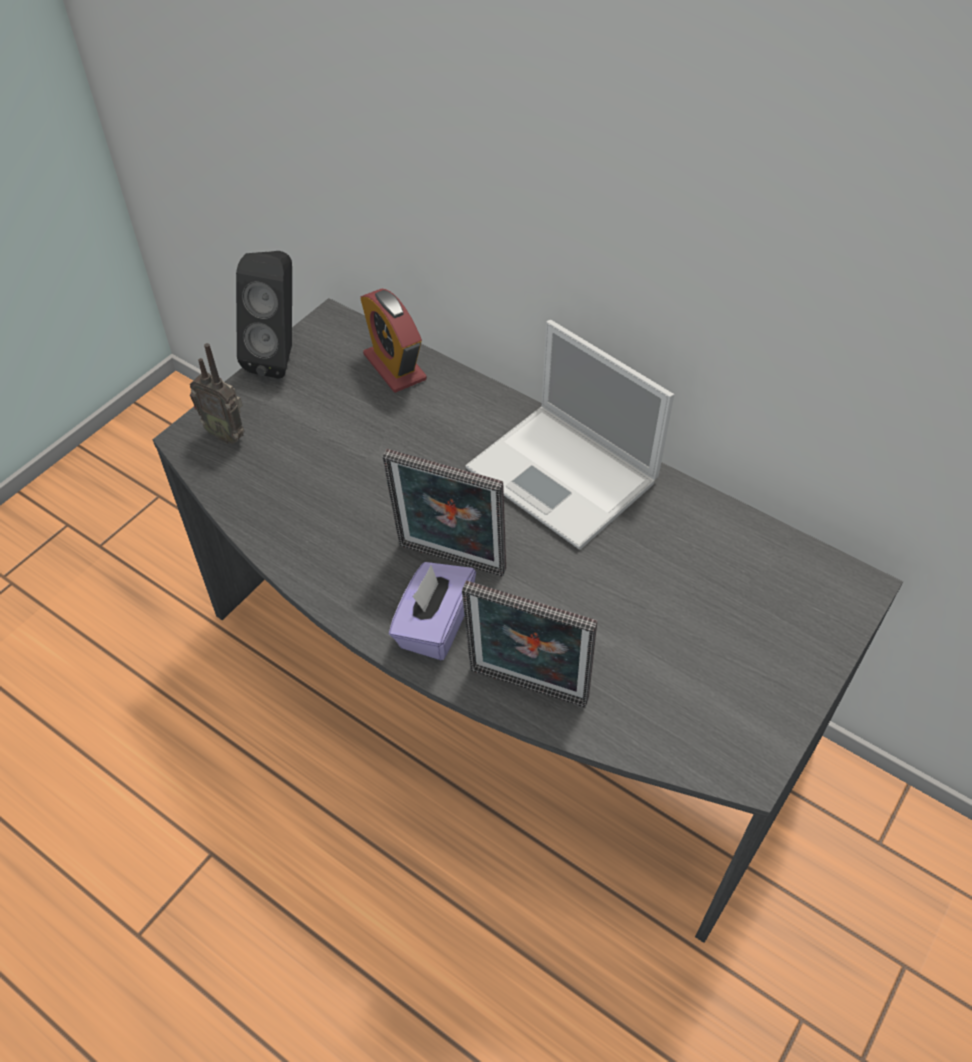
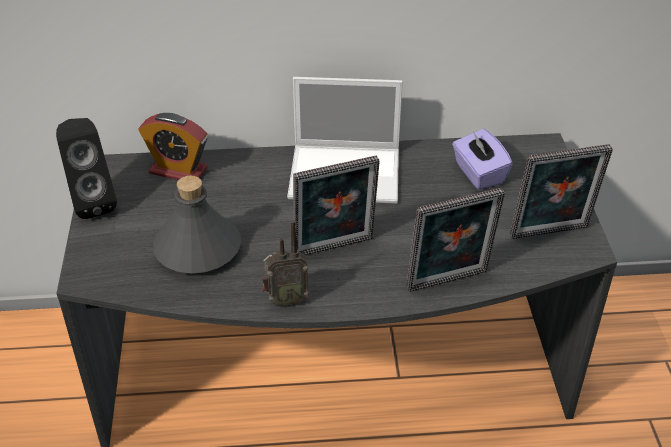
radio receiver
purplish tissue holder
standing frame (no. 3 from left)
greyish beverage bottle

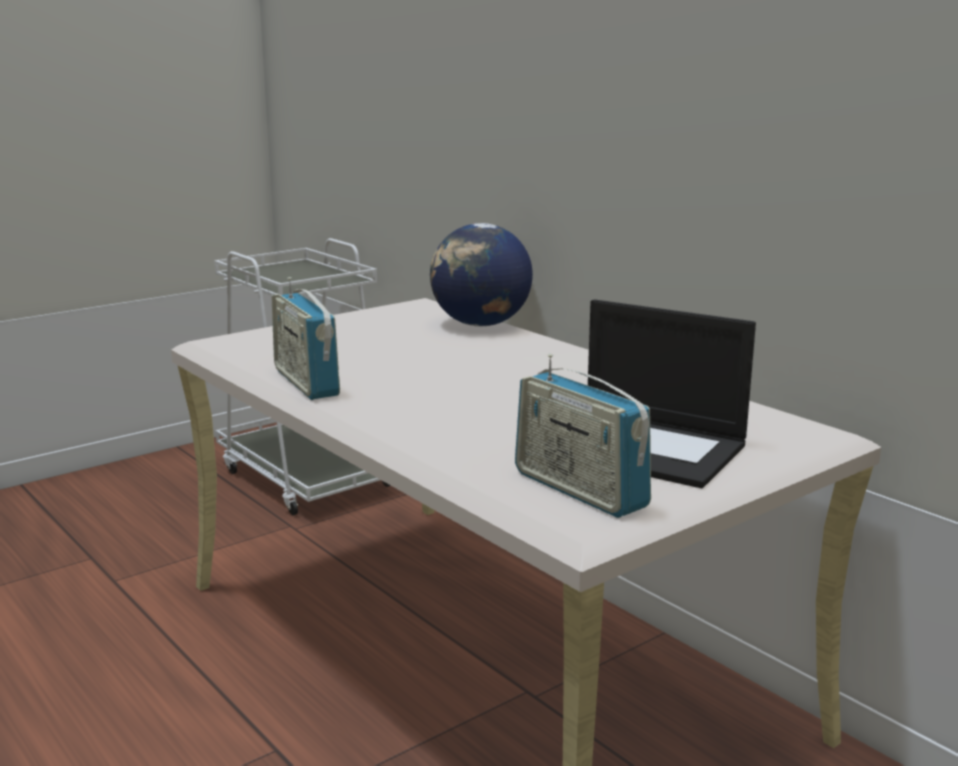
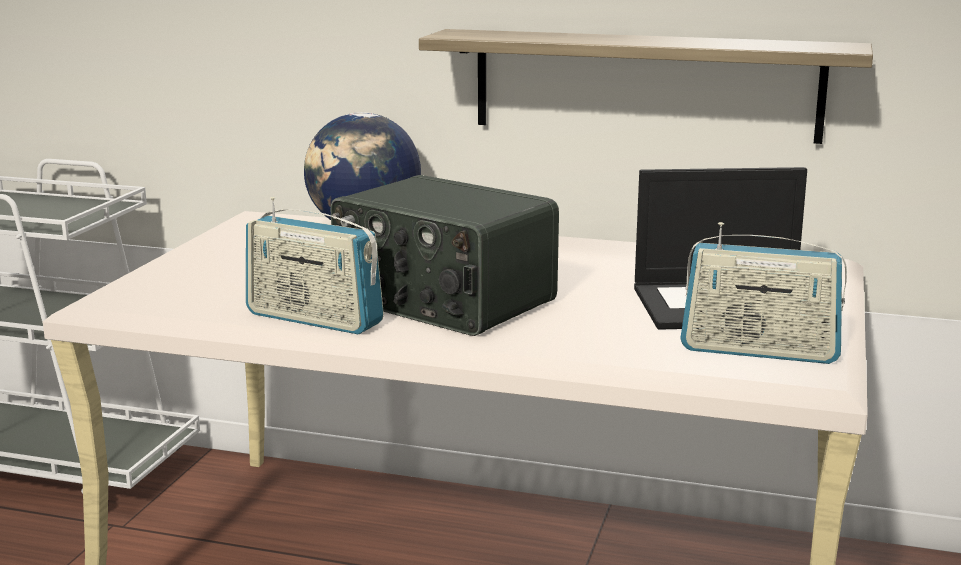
wall shelf
radio receiver (no. 2 from left)

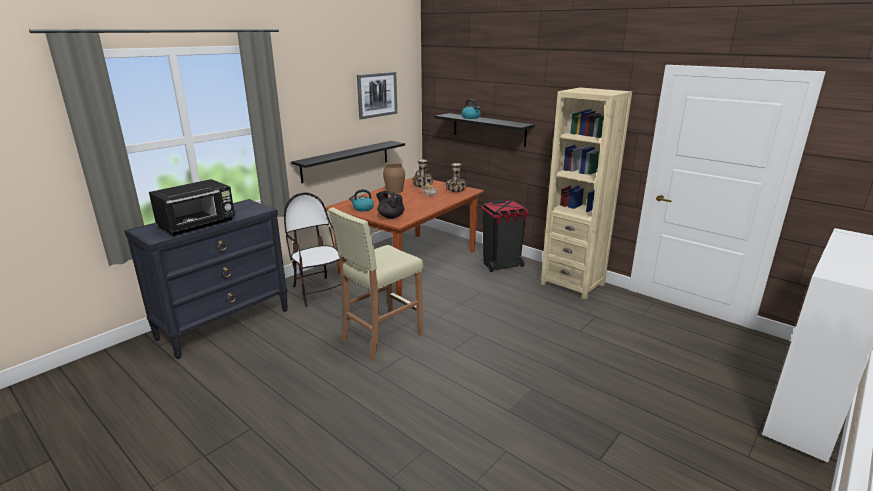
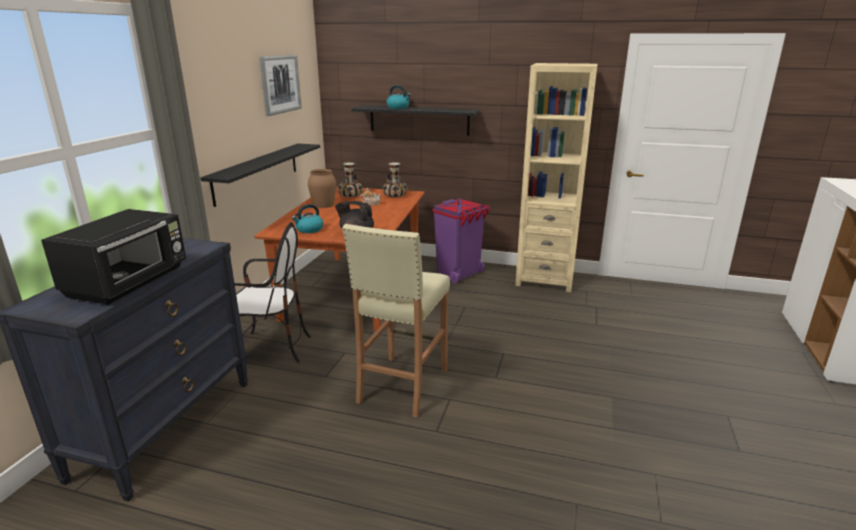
plain chair
purplish waste bin

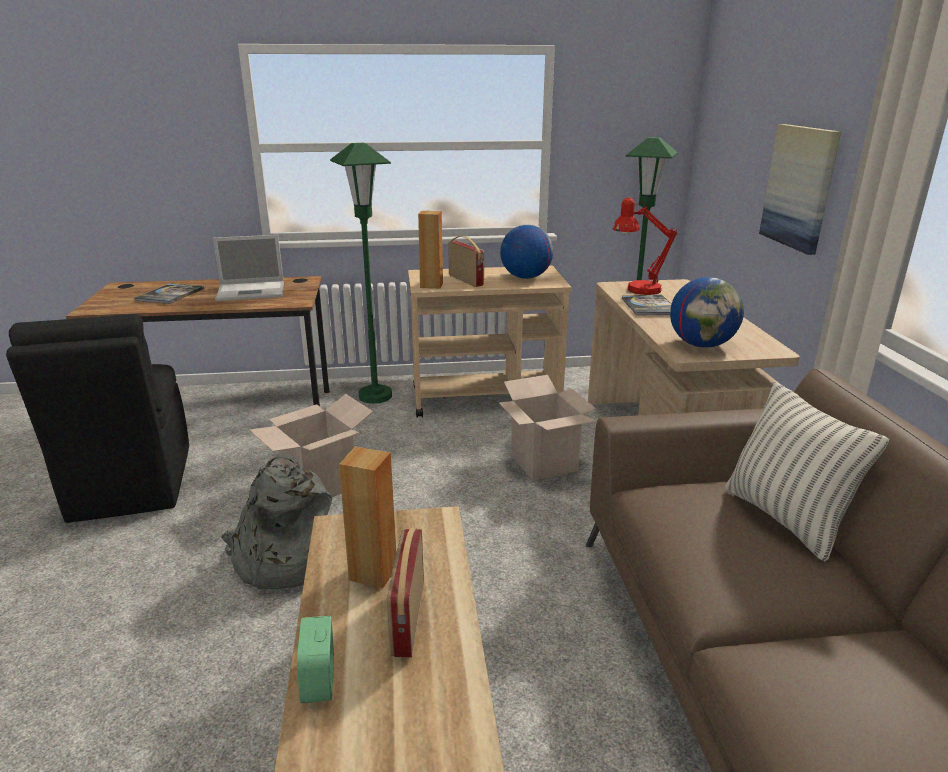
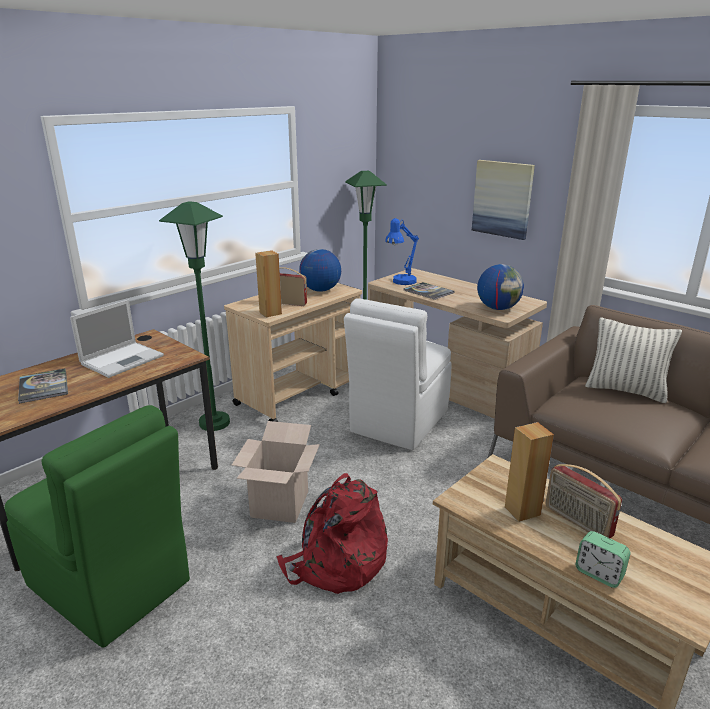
blue lamp for a table
greenish plain chair
whitish plain chair
red rucksack

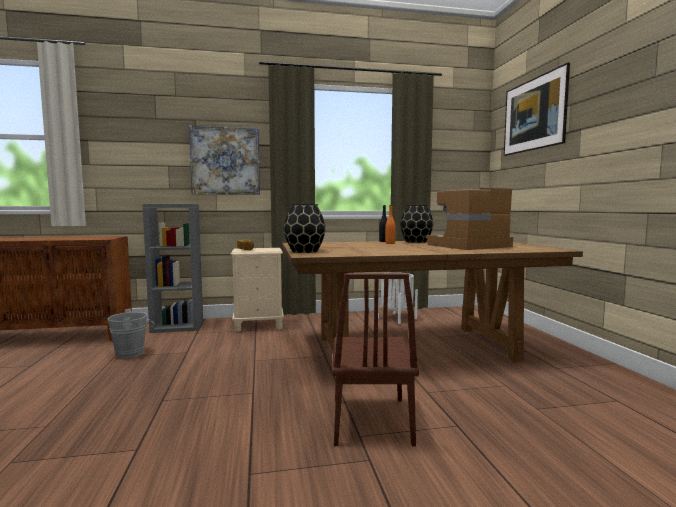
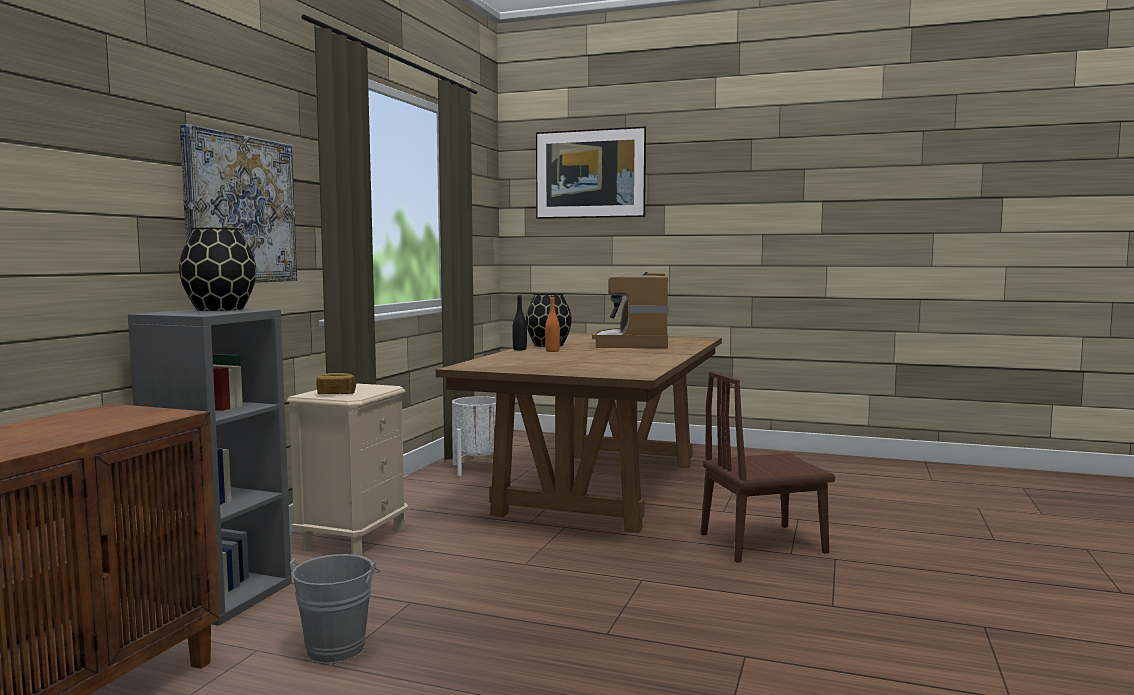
blackish flower vase (no. 1 from left)
brown-coloured plain chair

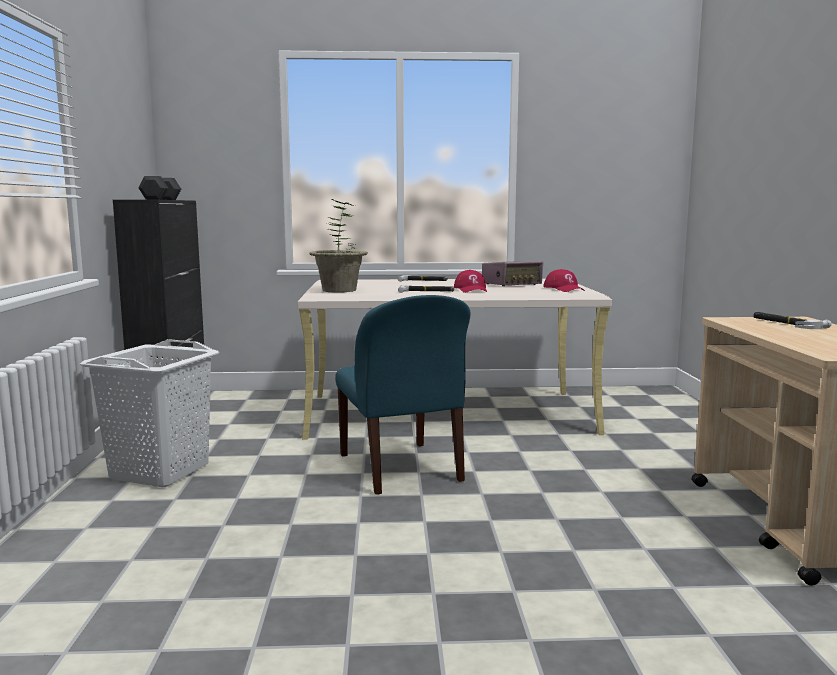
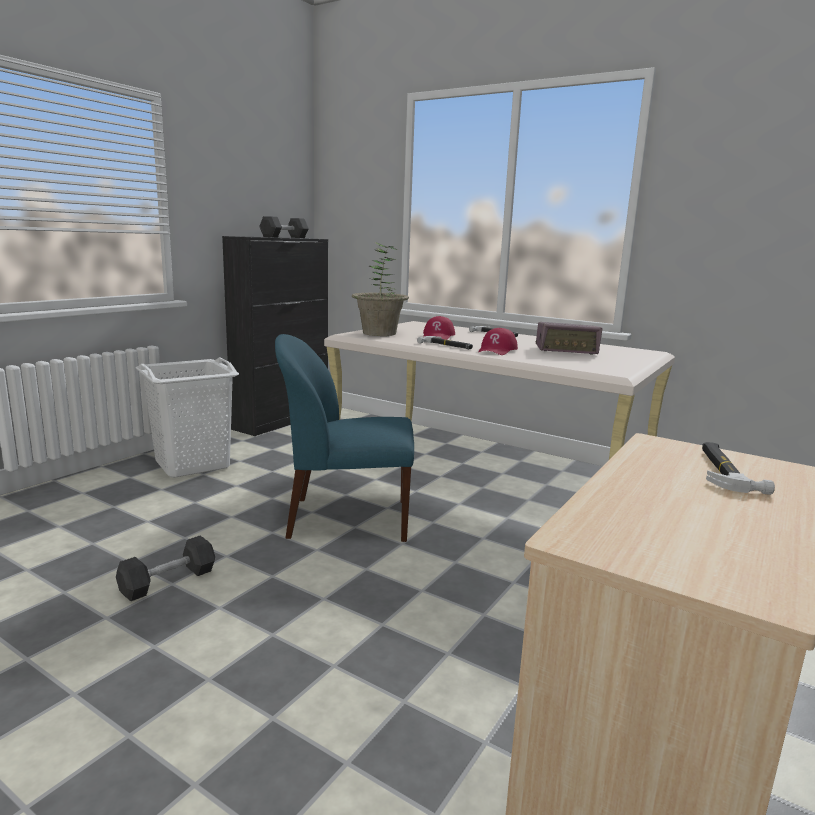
red peaked cap (no. 1 from left)
blue plain chair
blackish dumbbell (no. 1 from left)

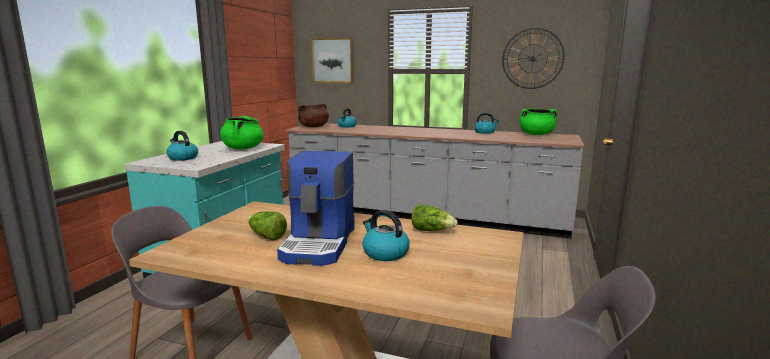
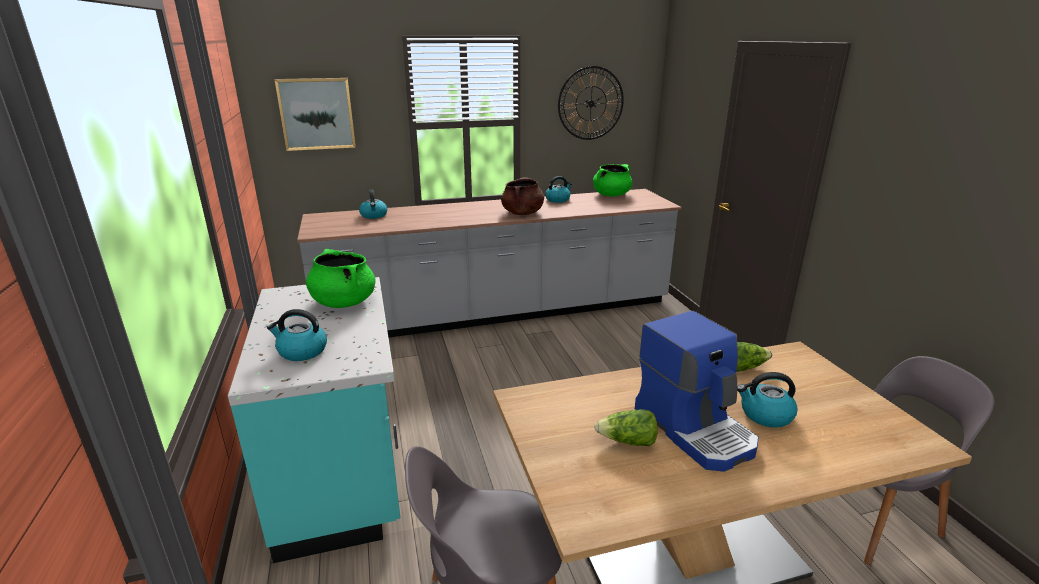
brown-coloured stockpot

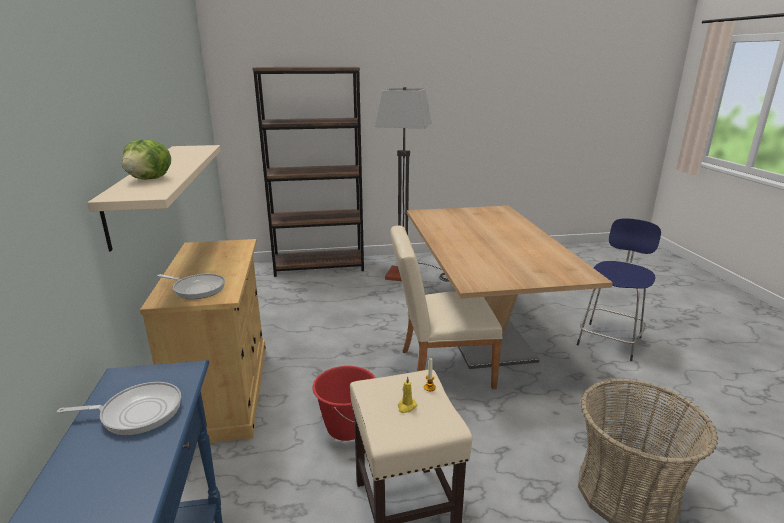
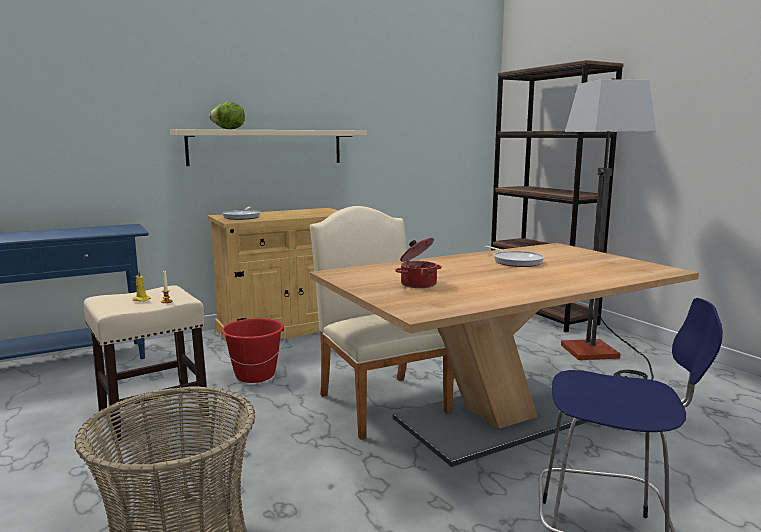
pan (no. 2 from left)
stockpot

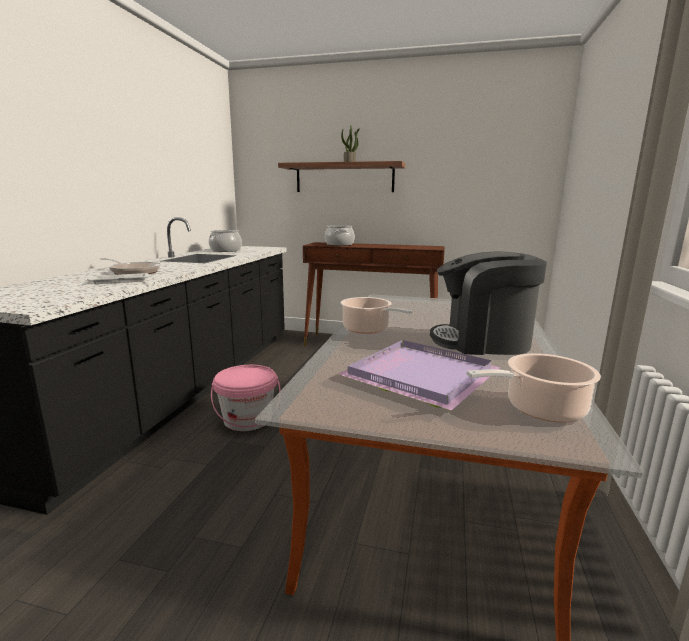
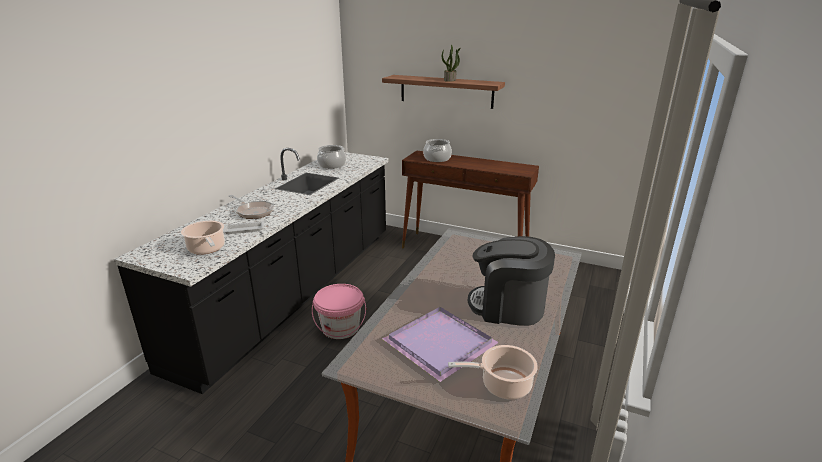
stockpot (no. 1 from left)

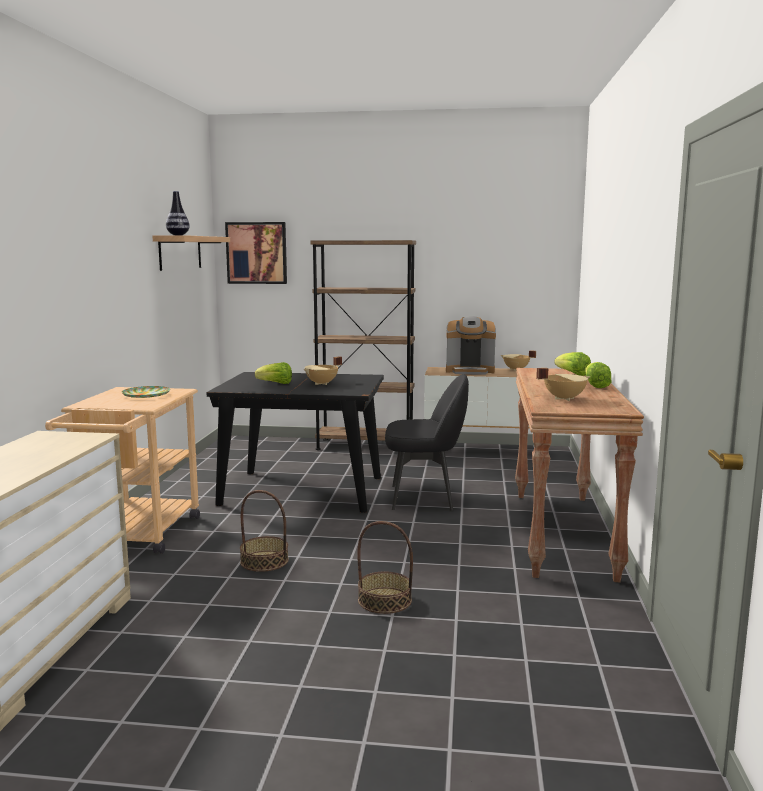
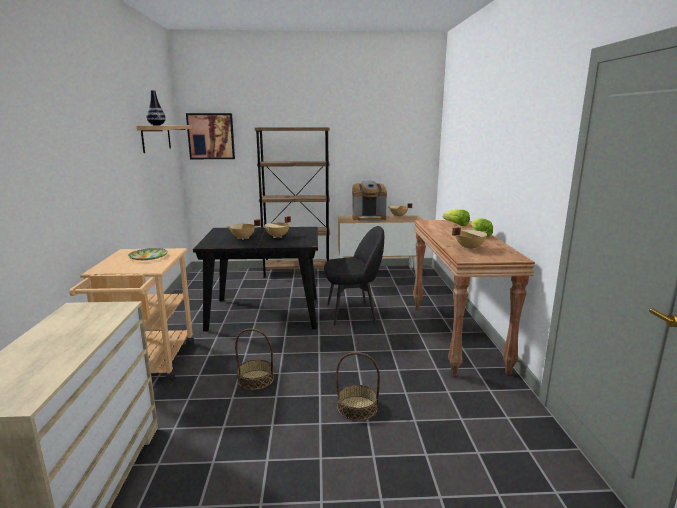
sand-coloured stockpot (no. 1 from left)

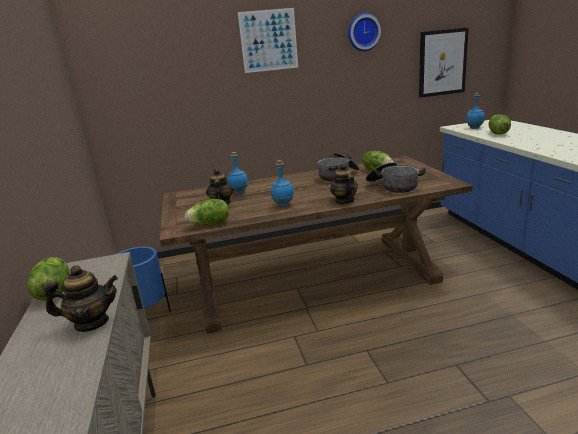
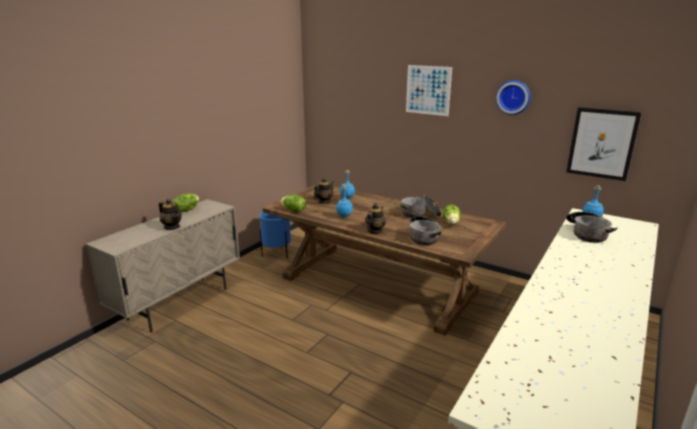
stockpot (no. 3 from left)

